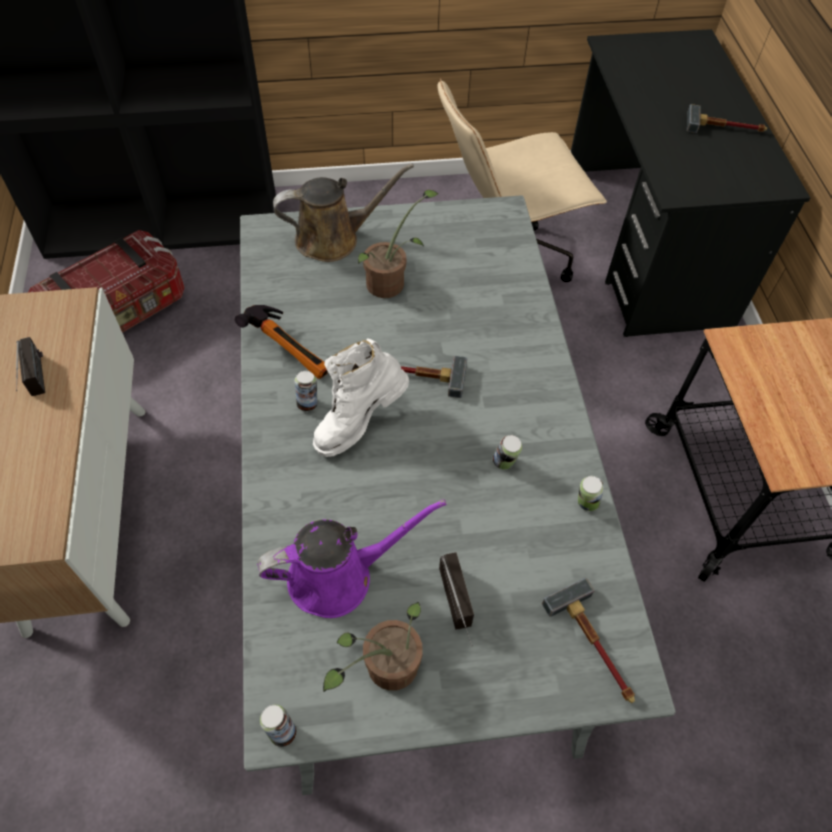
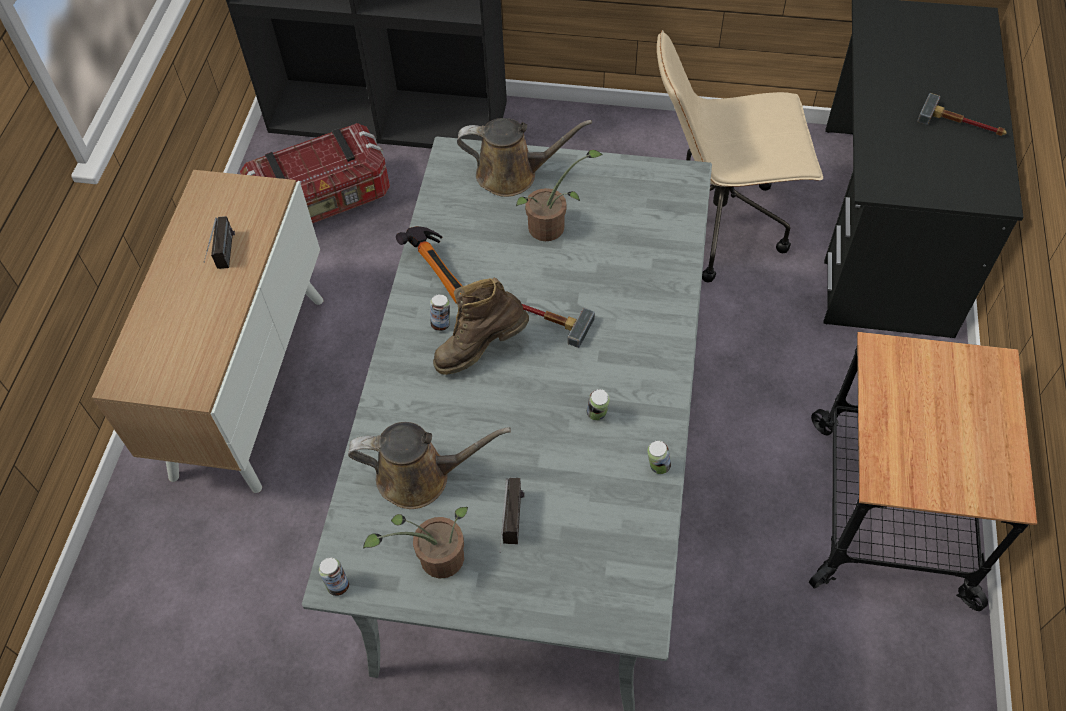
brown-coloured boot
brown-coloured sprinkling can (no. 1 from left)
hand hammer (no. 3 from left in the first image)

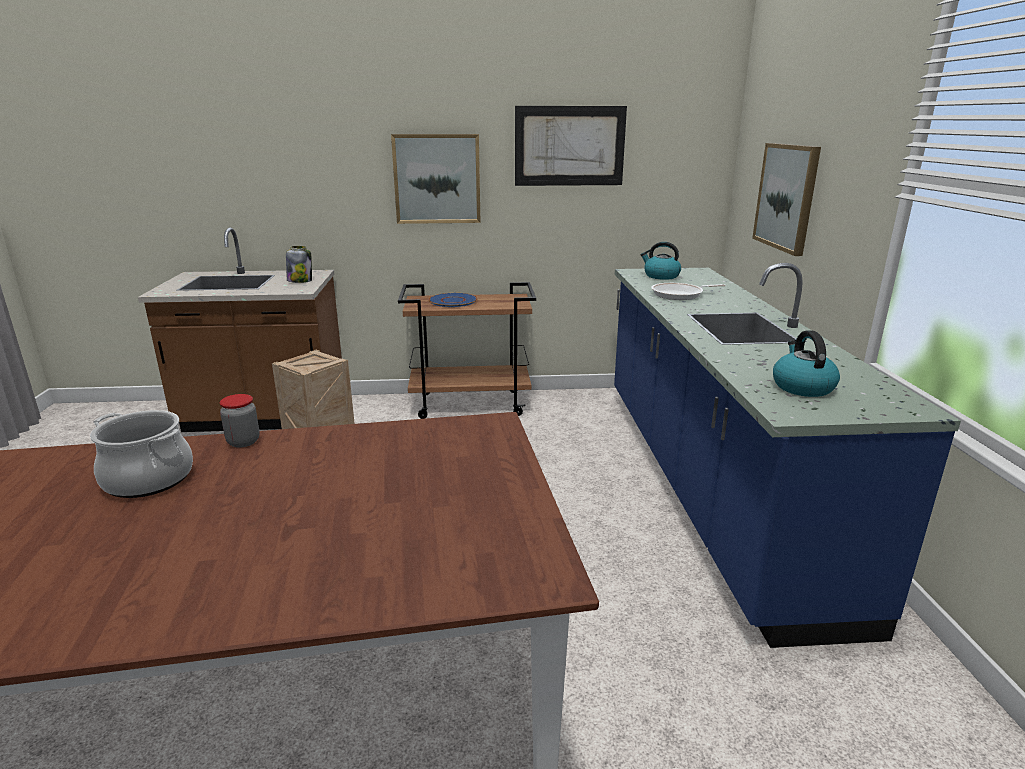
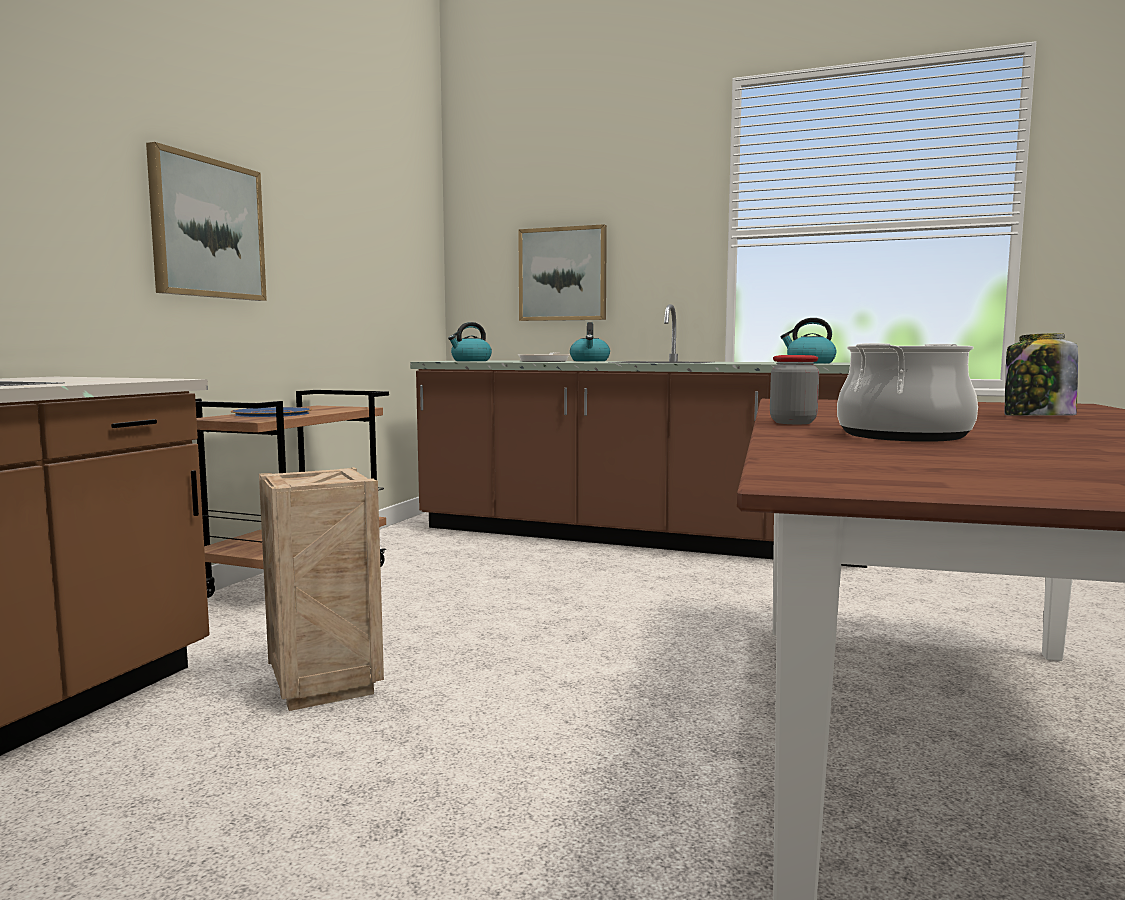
wall art (no. 2 from left in the first image)
jar (no. 2 from left)
brown-coloured counter (no. 2 from left)
kettle (no. 2 from left)

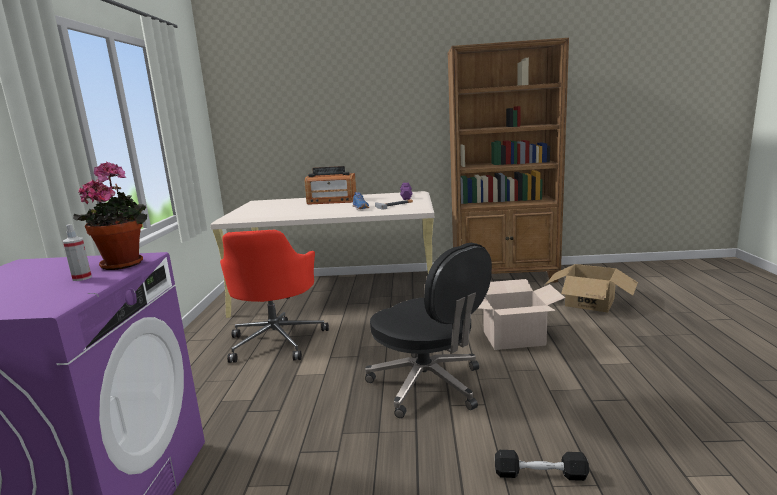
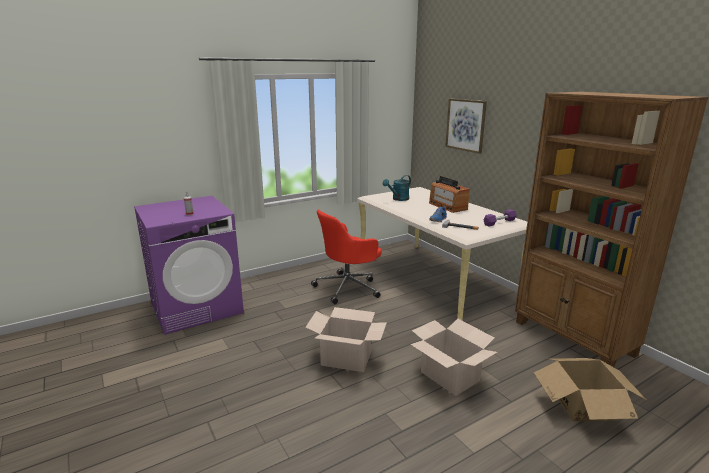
potted plant
packing box (no. 1 from left)
blackish dumbbell
wall art
blue-green sprinkling can

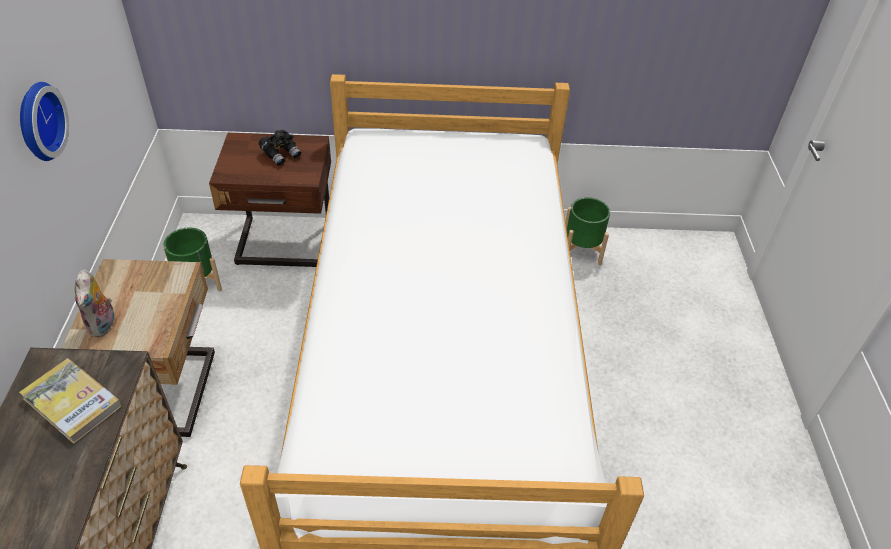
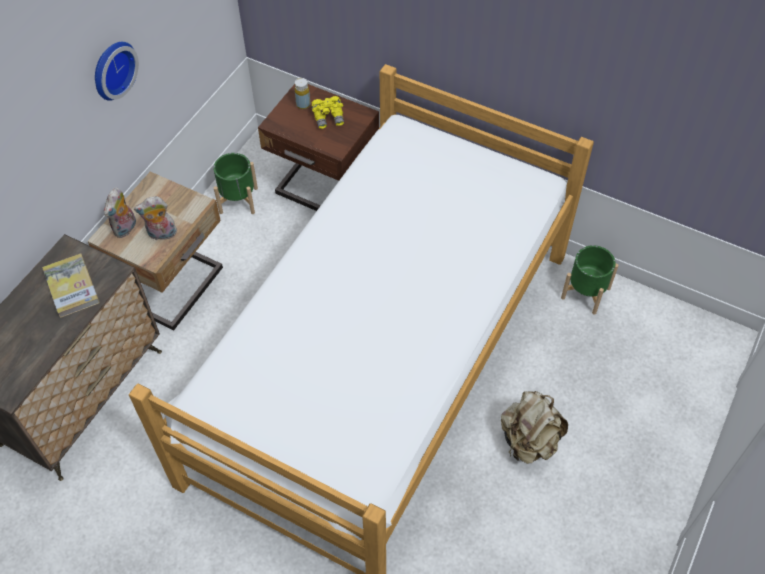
yellowish field glasses
yellowish beverage bottle
soft toy (no. 2 from left)
sand-coloured rucksack

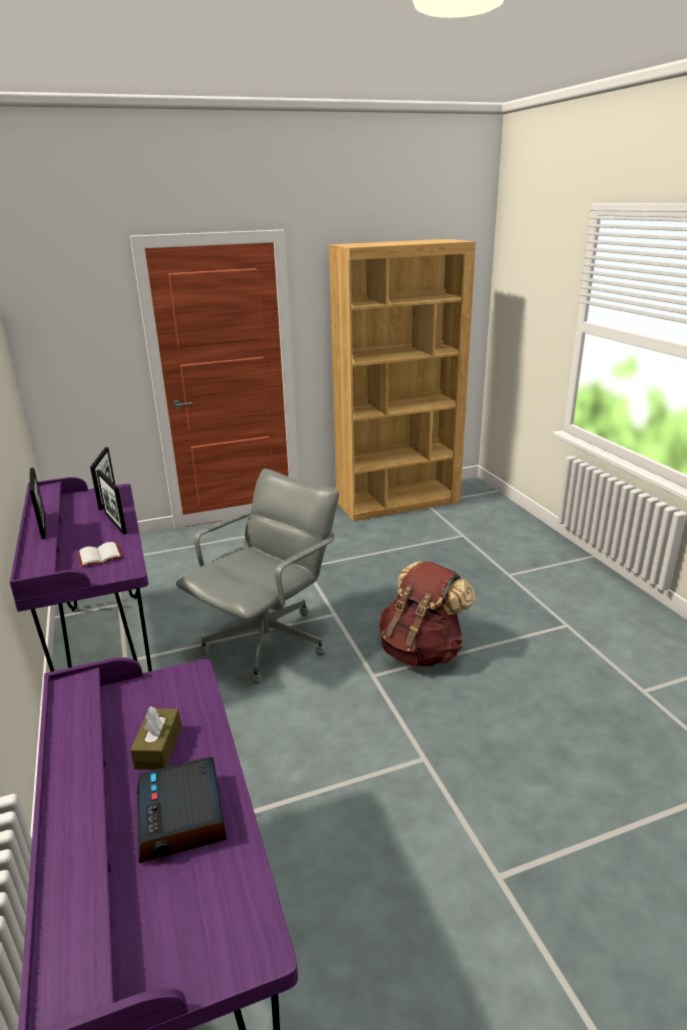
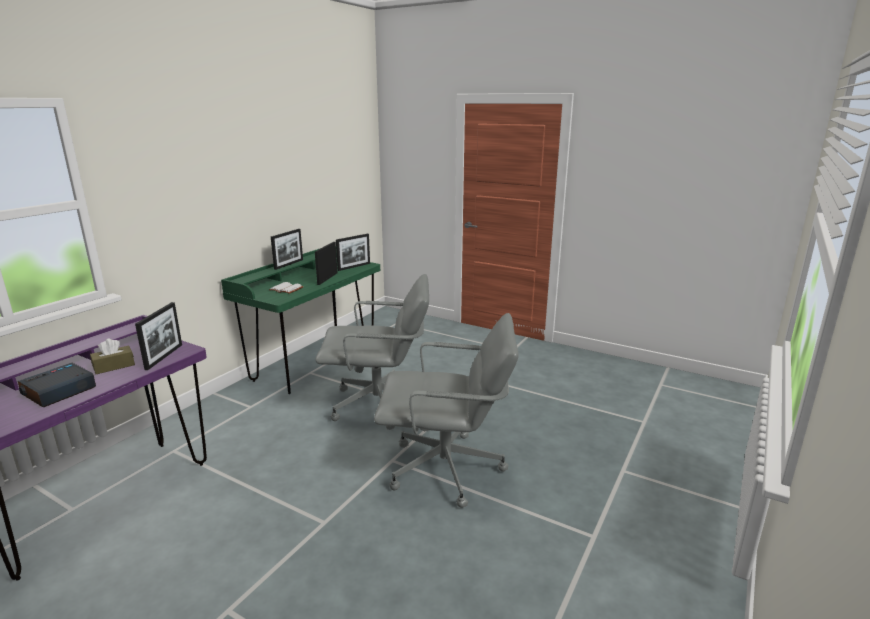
brown-coloured shelving unit
greenish desk
greyish office chair (no. 2 from left)
standing frame (no. 1 from left)

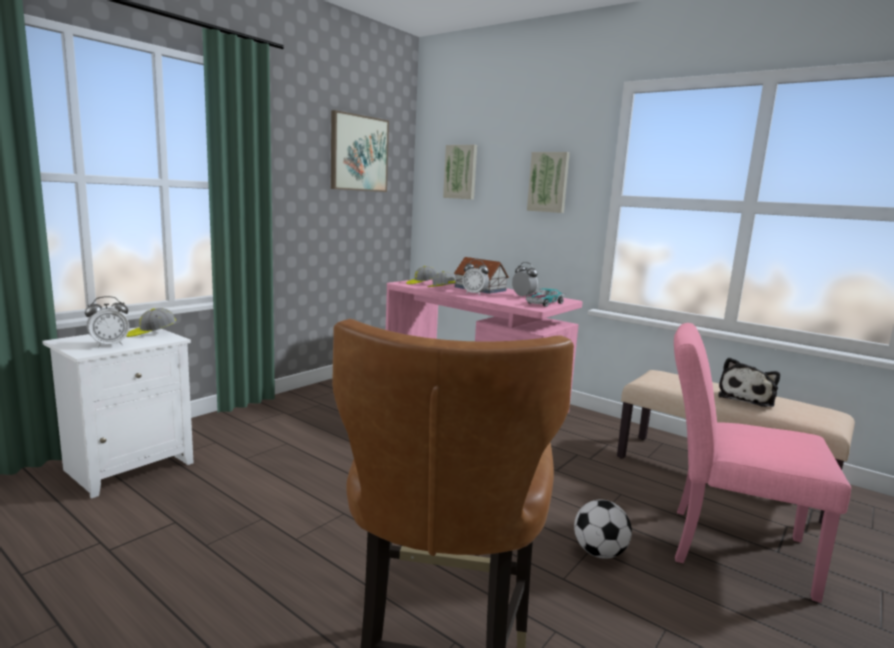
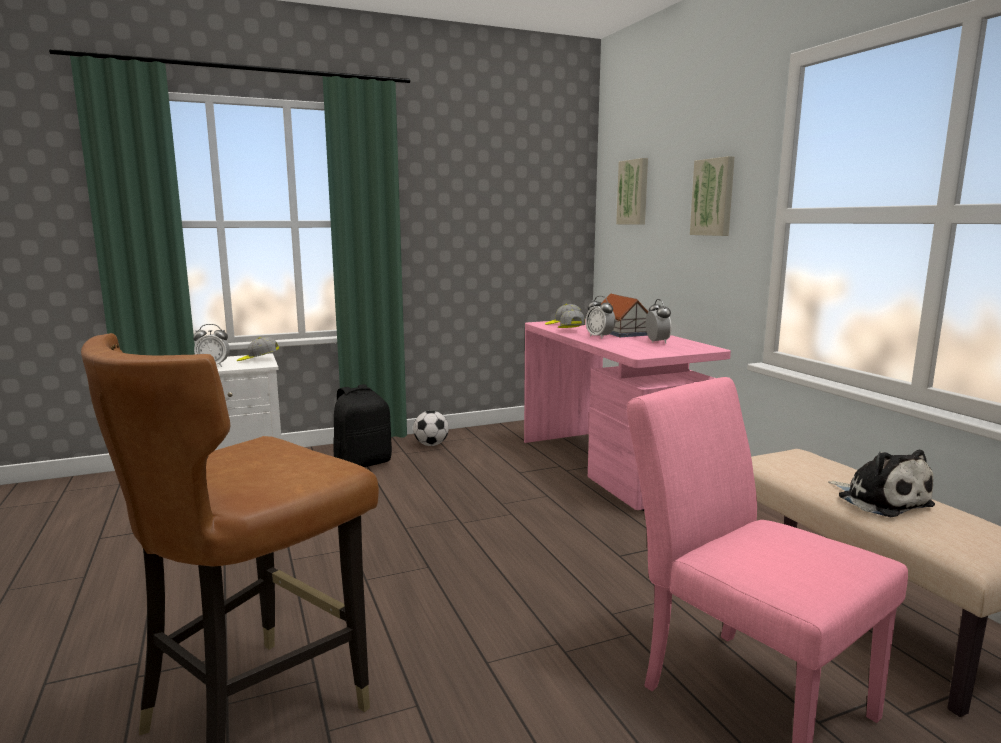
wall art (no. 1 from left in the first image)
toy car
soft toy
football
blackish rucksack

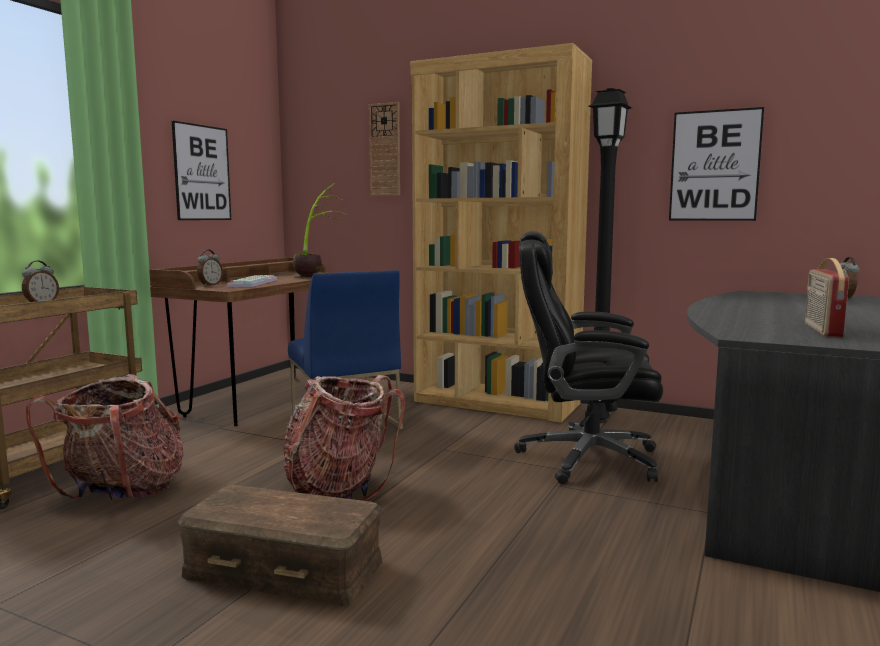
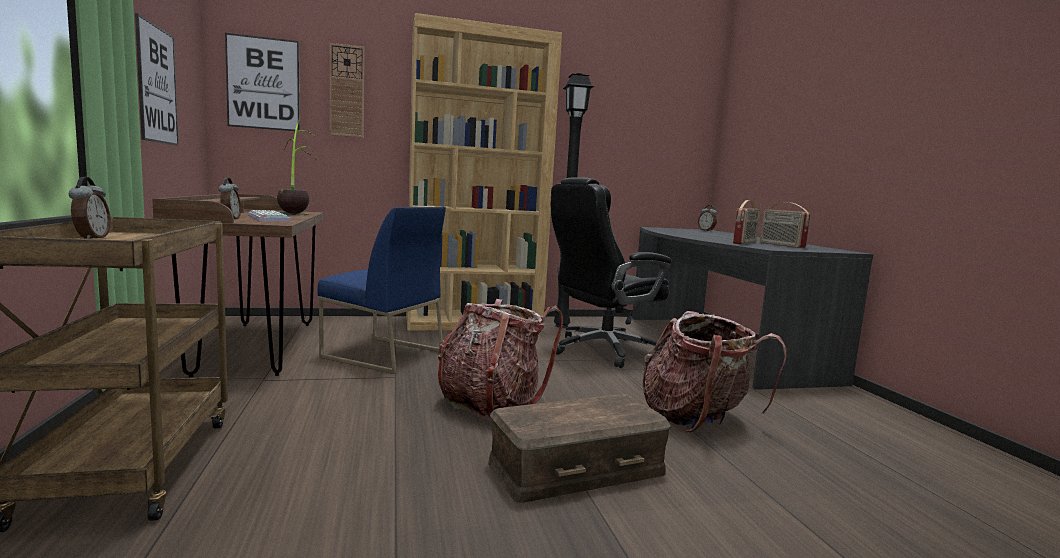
wall art (no. 2 from left)
rucksack (no. 2 from left)
radio receiver (no. 1 from left)

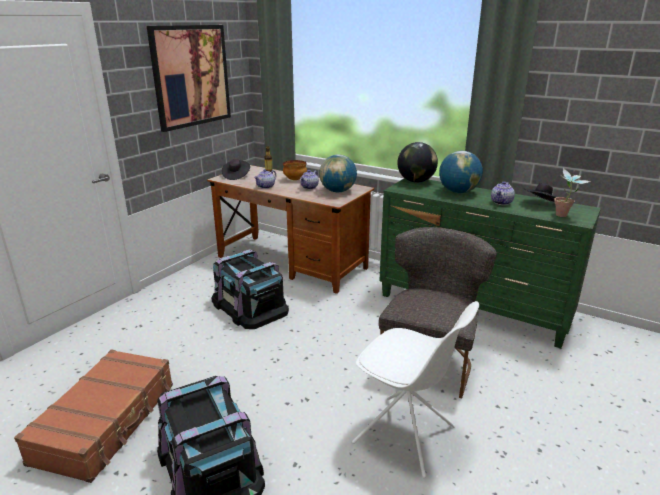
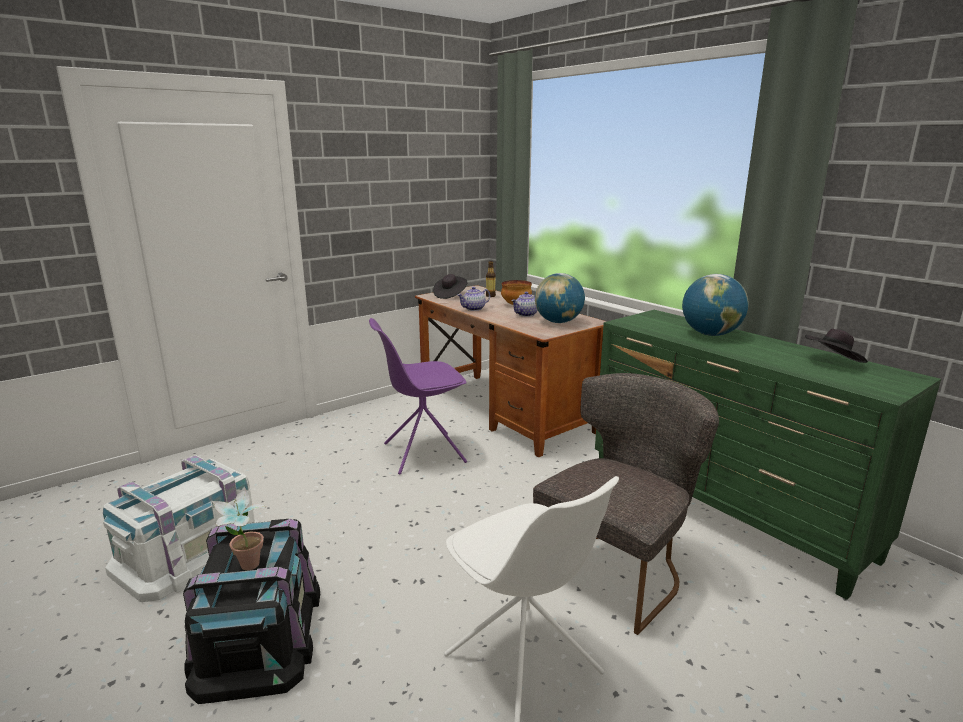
wall art
world globe (no. 2 from left in the first image)
potted plant
tea pot (no. 3 from left in the first image)
purplish plain chair
whitish storage box

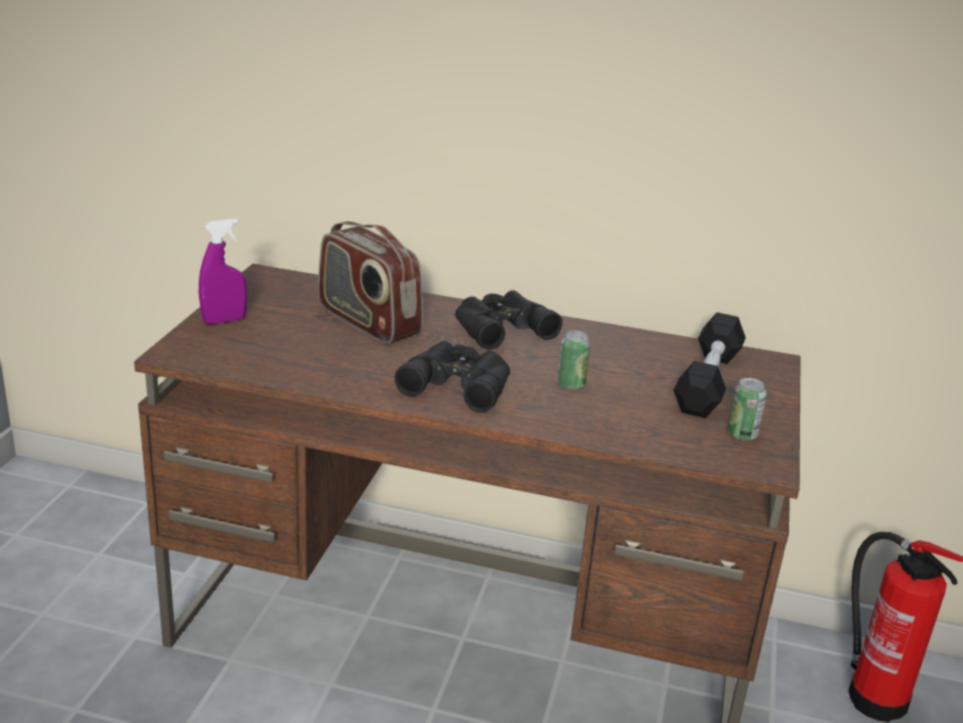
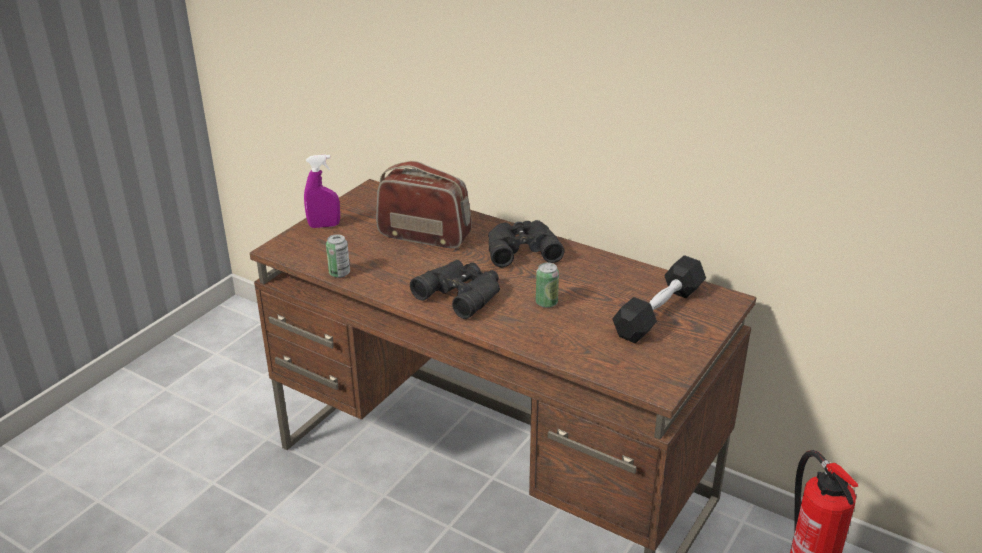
radio receiver
sealed can (no. 1 from left)

